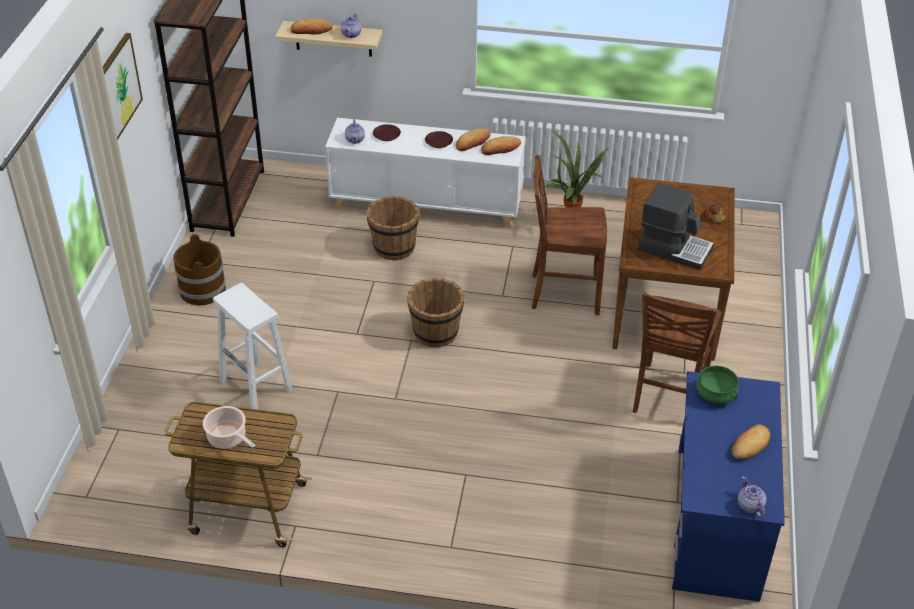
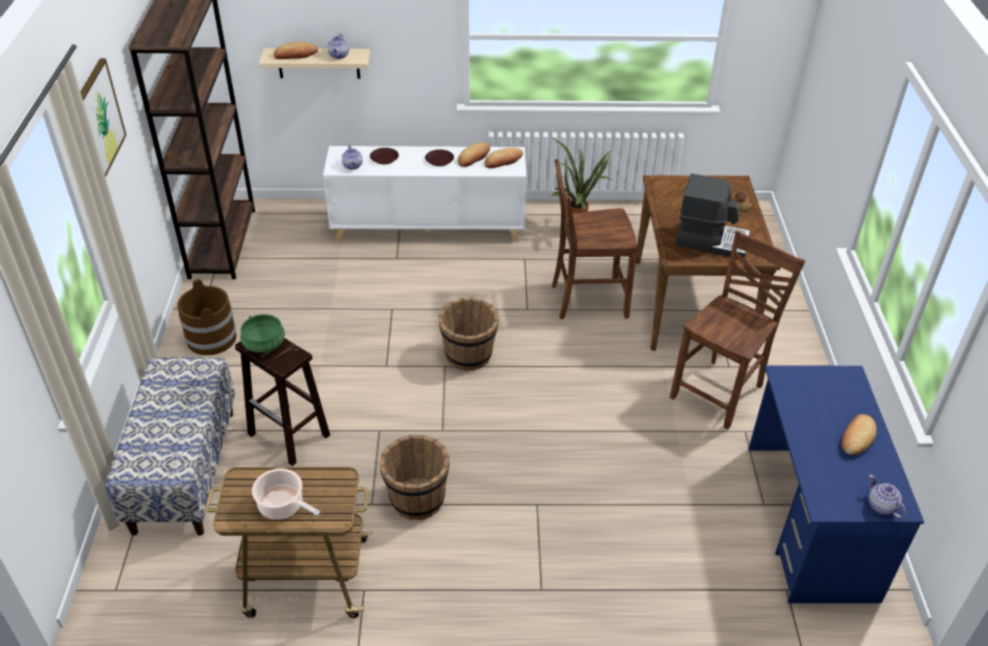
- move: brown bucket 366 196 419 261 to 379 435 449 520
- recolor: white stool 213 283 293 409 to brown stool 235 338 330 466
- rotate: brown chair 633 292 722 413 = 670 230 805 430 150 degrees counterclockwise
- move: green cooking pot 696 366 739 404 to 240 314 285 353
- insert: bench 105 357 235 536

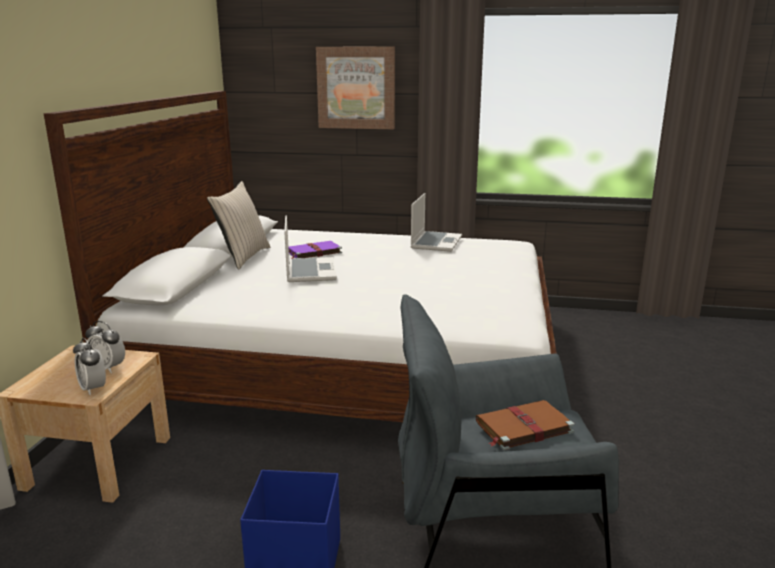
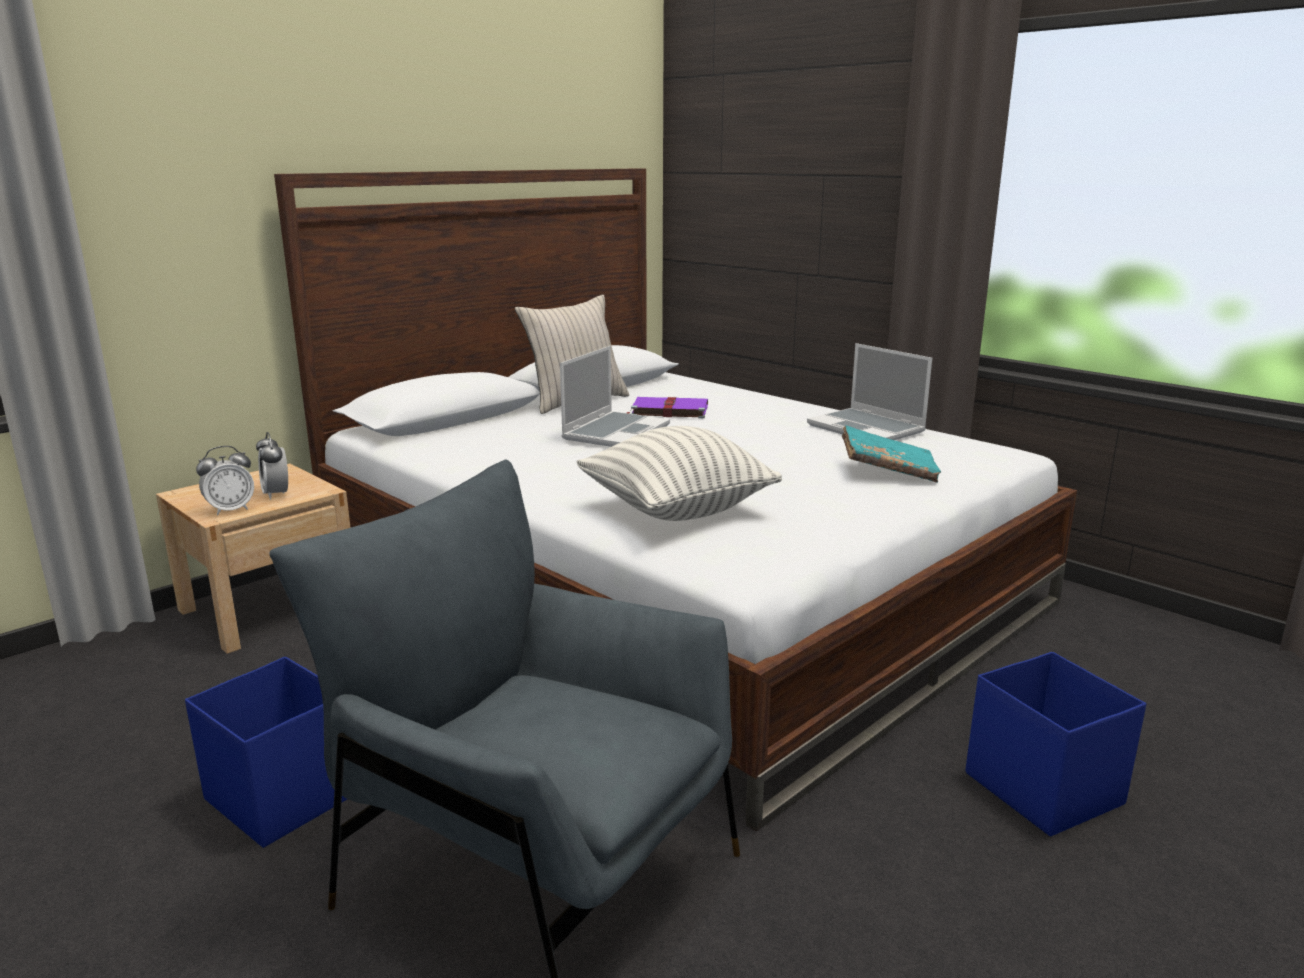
- delete: picture 316 47 395 129
- rotate: laptop 410 193 462 252 = 807 343 932 440 90 degrees clockwise
- rotate: alarm clock 73 338 106 395 = 196 446 254 516 120 degrees counterclockwise
- delete: brown book 476 400 574 450
- insert: turquoise book 842 425 941 483
- insert: pillow 577 426 782 521
- insert: blue storage box 965 652 1146 836

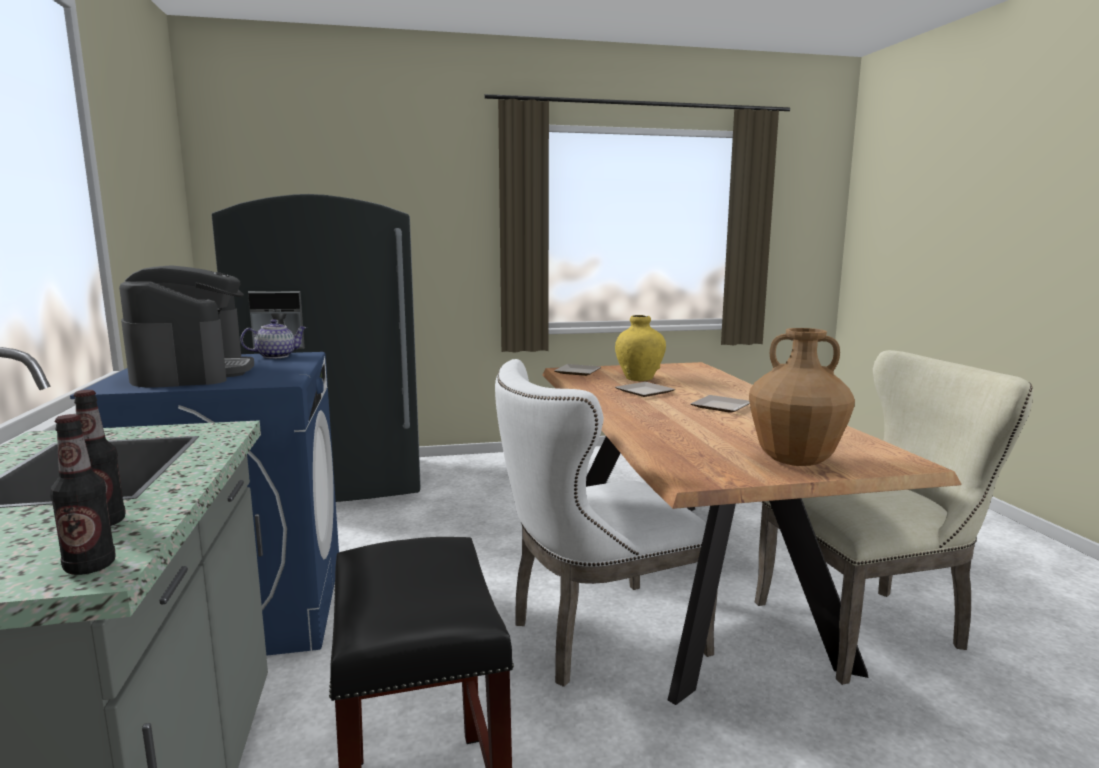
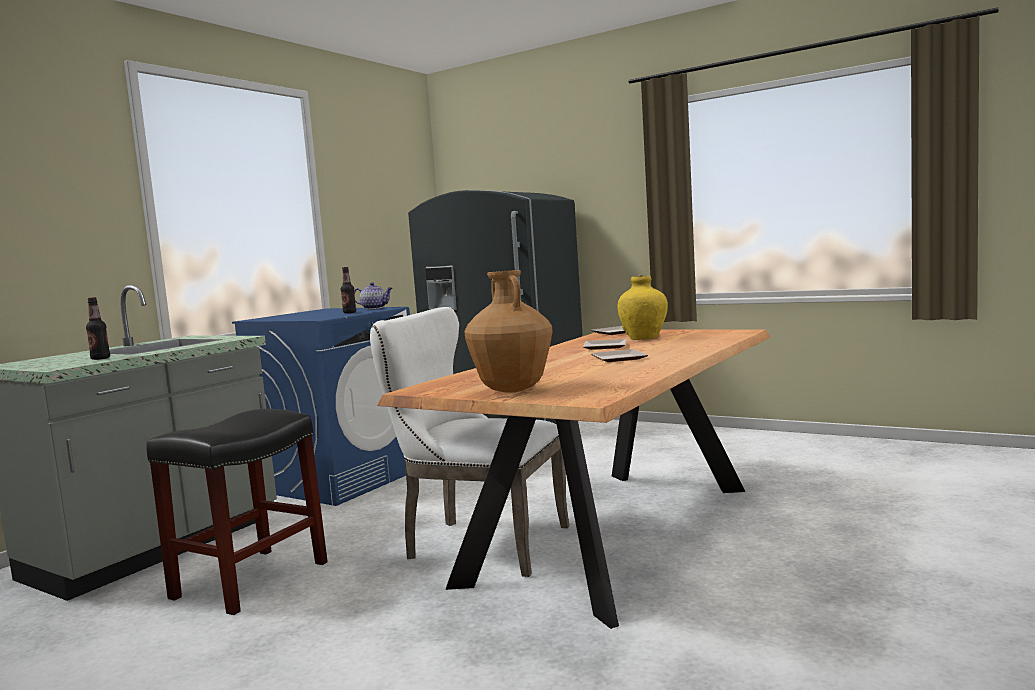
- delete: coffee machine 119 265 254 388
- delete: beige chair 755 350 1033 685
- move: bottle 50 414 115 575 to 341 267 356 314

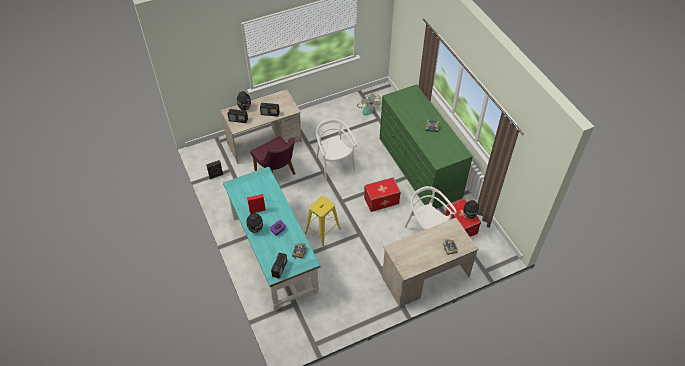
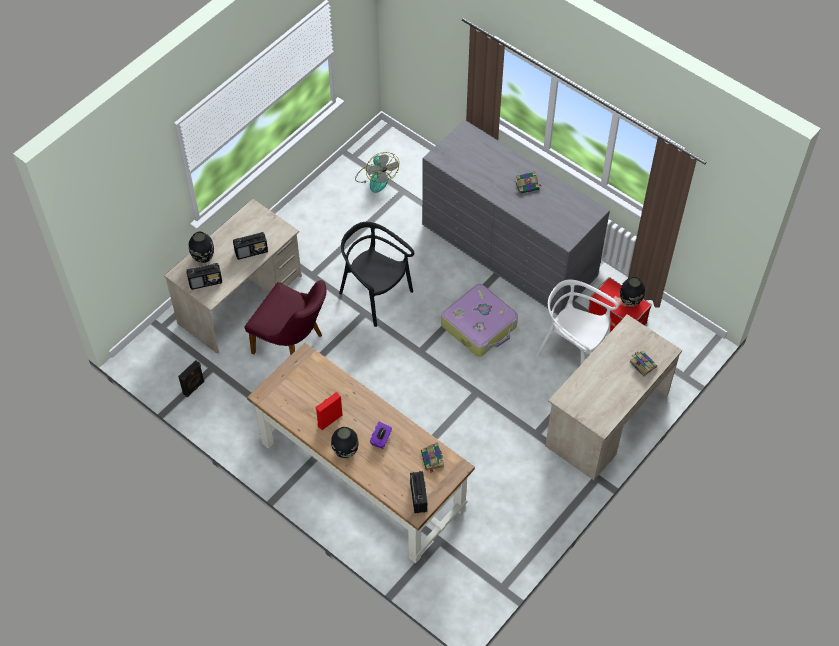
- recolor: green dresser 380 84 473 209 to grey dresser 422 120 610 315
- recolor: white chair 316 118 357 180 to black chair 339 222 414 327
- recolor: turquoise desk 223 167 321 310 to brown desk 247 342 475 563
- replace: storage box 364 178 401 212 to suitcase 441 284 518 357
- delete: yellow stool 305 196 341 246

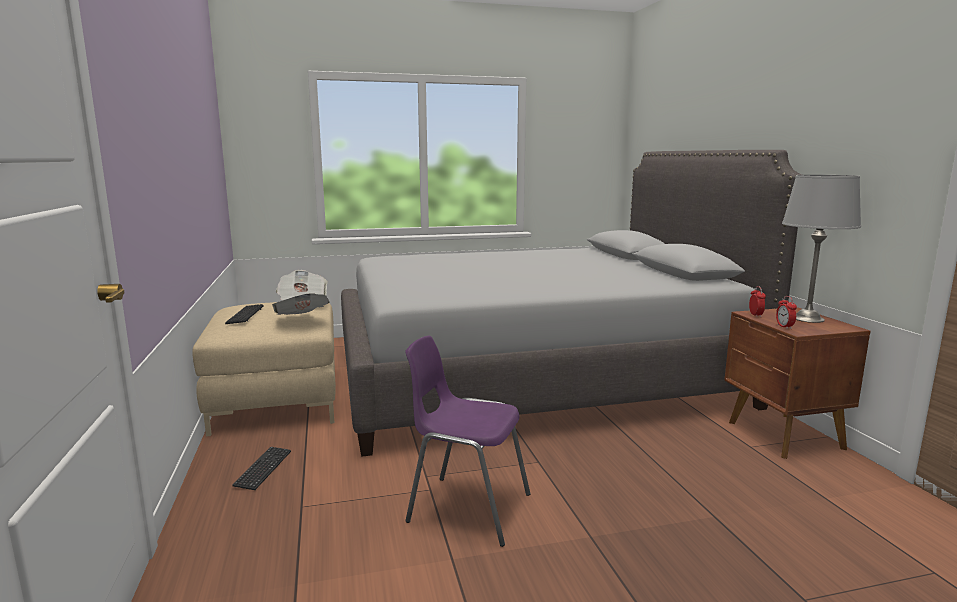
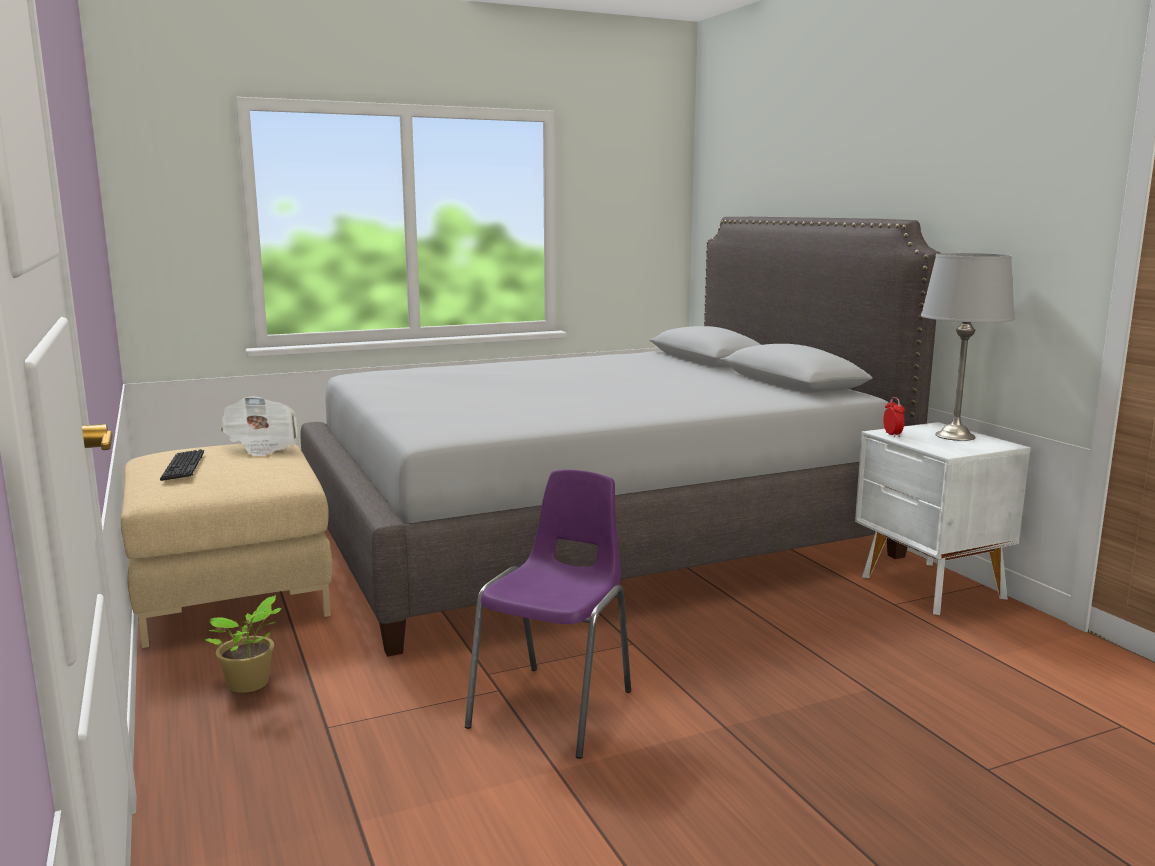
- delete: newspaper 272 293 330 315
- delete: alarm clock 776 296 797 329
- recolor: brown nightstand 725 307 870 459 to white nightstand 855 422 1030 615
- rotate: purple chair 405 336 531 547 = 465 469 631 759 105 degrees clockwise
- replace: keyboard 232 447 291 490 to potted plant 205 595 282 693

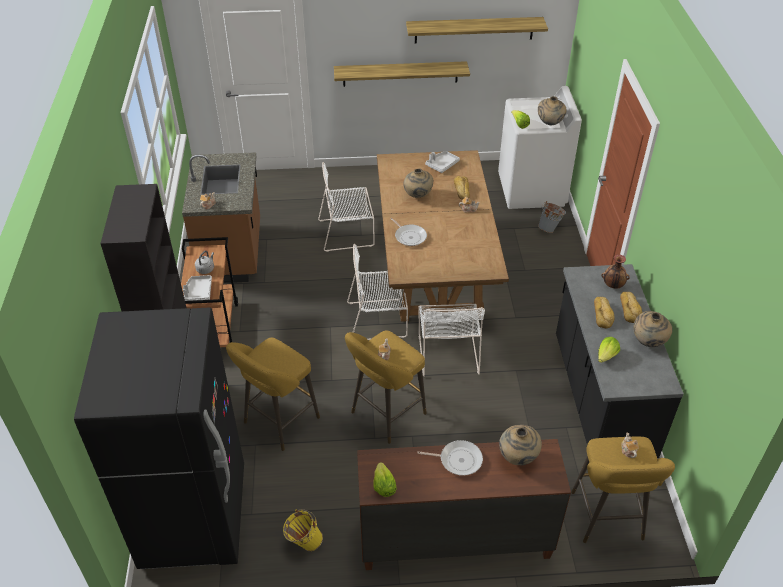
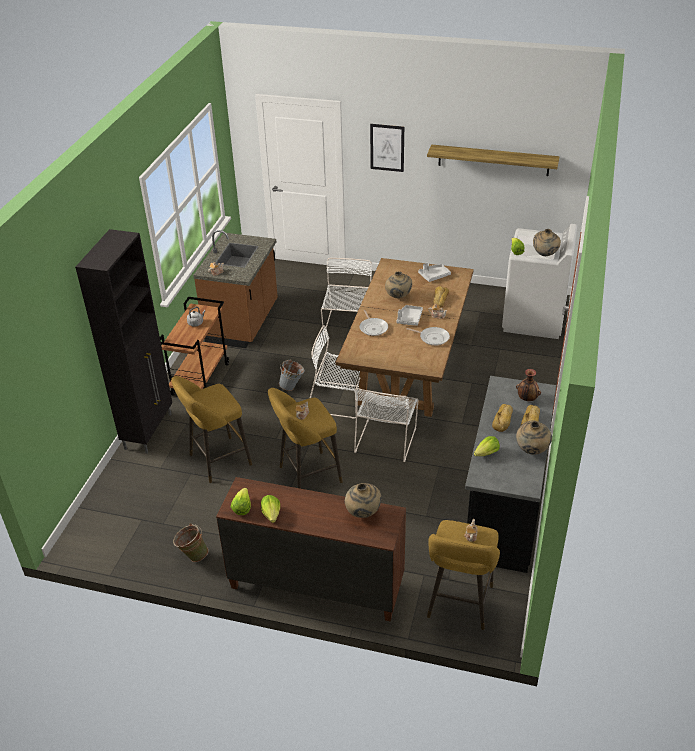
- delete: shelf 334 61 470 87
- rotate: white chair 318 162 375 252 = 321 258 372 335 90 degrees clockwise
- move: grey bucket 538 201 566 233 to 279 359 305 391
- move: grey tray 183 275 212 301 to 396 305 423 326
- delete: black fridge 74 307 244 569
- move: frying pan 417 440 483 476 to 406 327 450 346
- recolor: yellow bucket 283 509 323 551 to green bucket 173 523 208 562
- insert: picture 370 124 404 172
- insert: lettuce 261 495 280 523

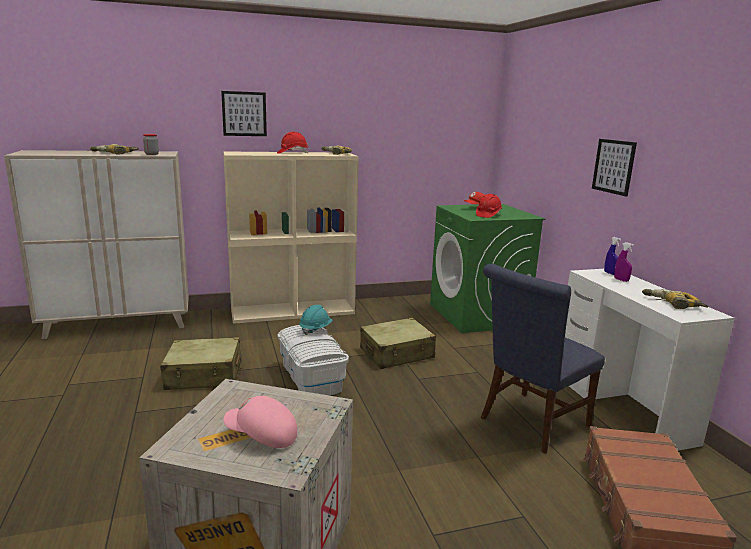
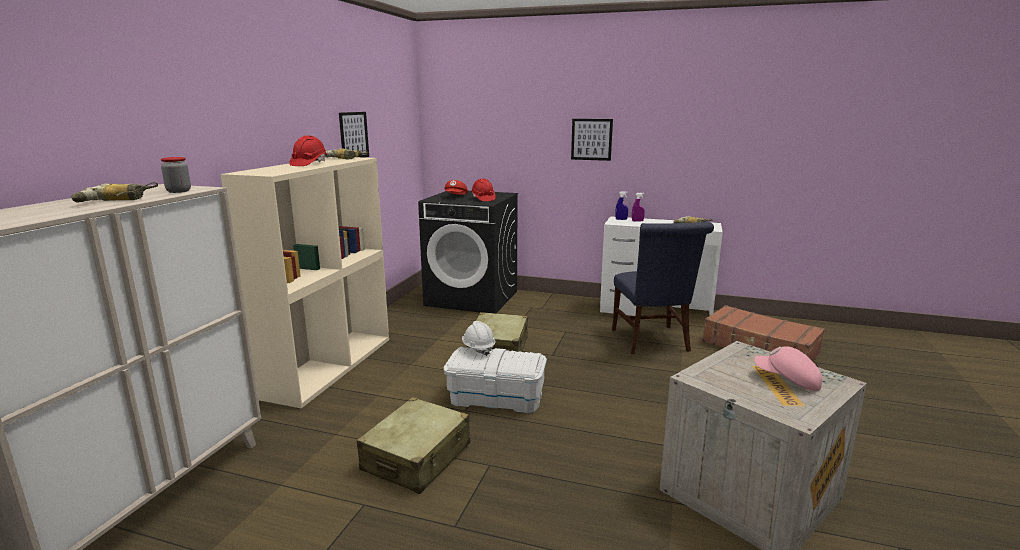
- move: picture 221 91 267 136 to 339 112 369 158
- recolor: green washing machine 430 204 545 333 to black washing machine 418 191 518 313
- recolor: turquoise hard hat 299 305 333 335 to white hard hat 462 321 495 356
- rotate: pink cap 223 396 297 448 = 754 346 822 391 75 degrees clockwise

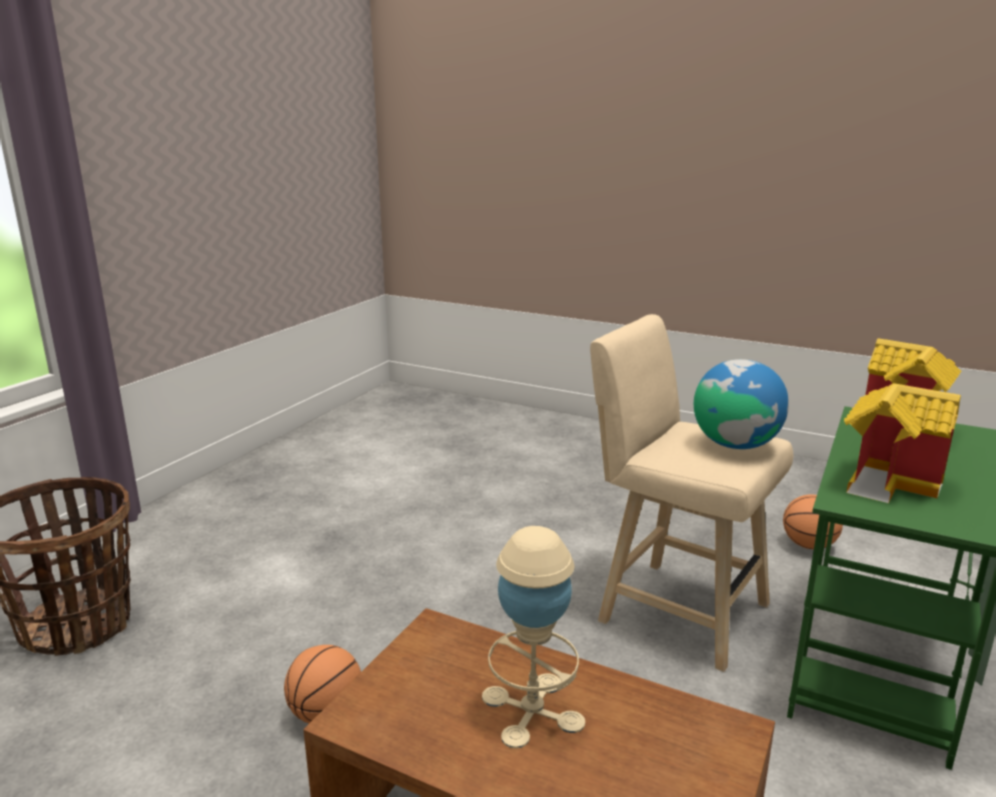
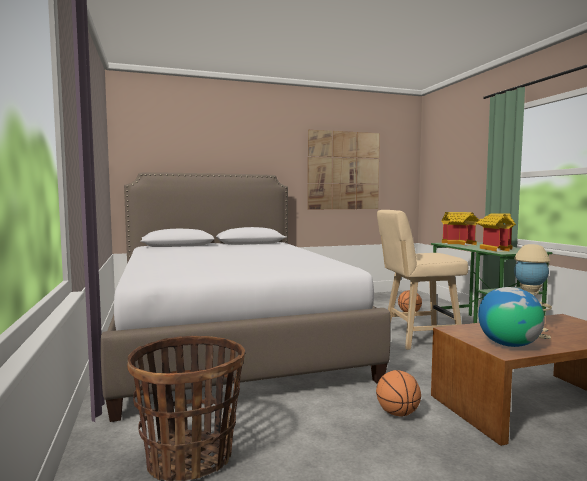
- move: globe 694 359 789 449 to 478 287 545 347
- insert: picture 308 130 380 210
- insert: bed 101 172 391 422

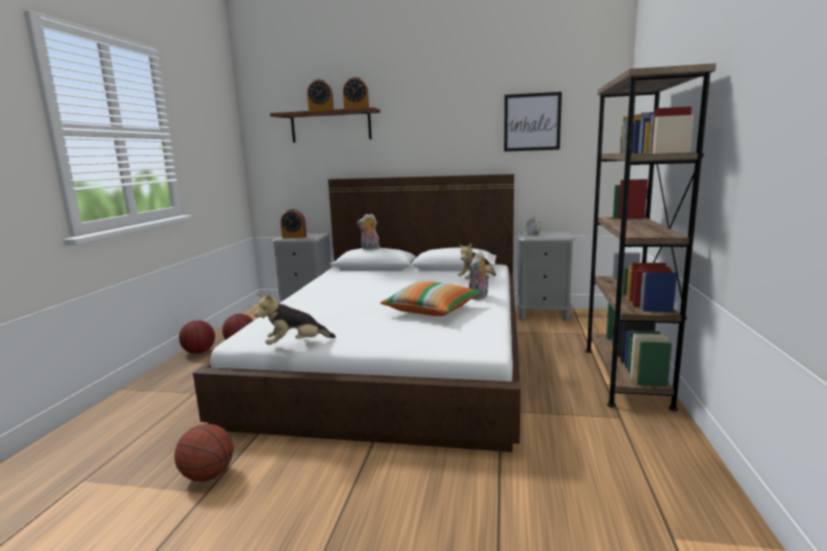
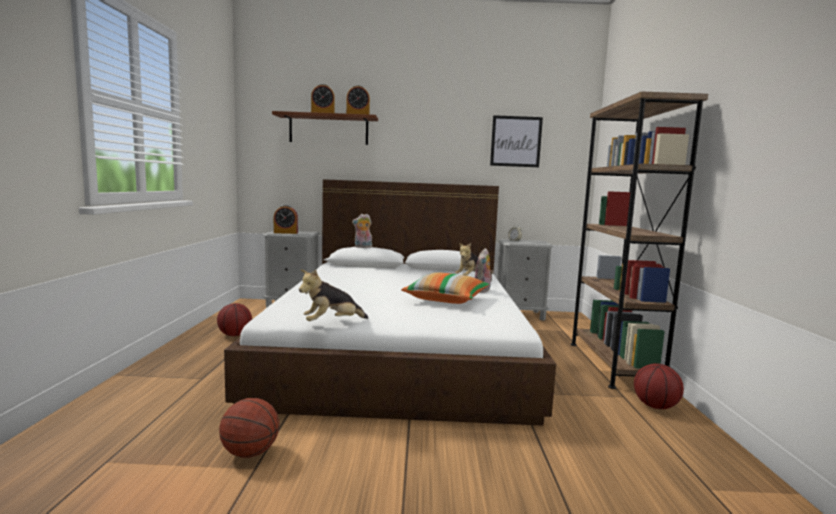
- move: basketball 179 320 215 354 to 634 363 684 409

